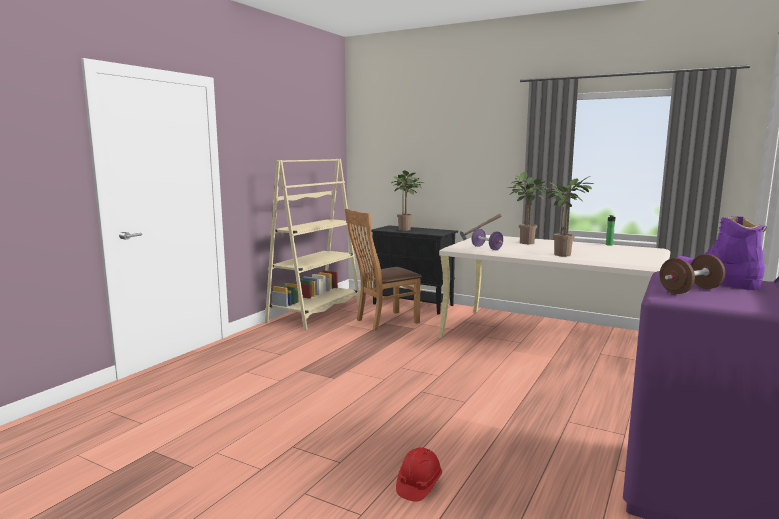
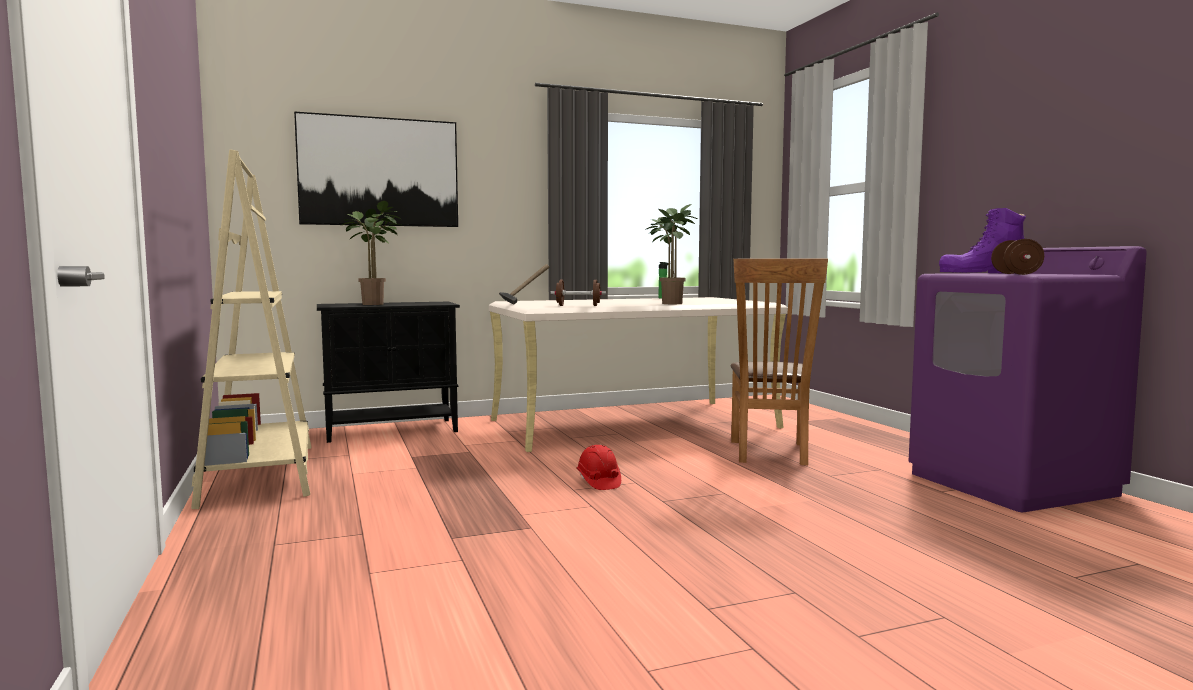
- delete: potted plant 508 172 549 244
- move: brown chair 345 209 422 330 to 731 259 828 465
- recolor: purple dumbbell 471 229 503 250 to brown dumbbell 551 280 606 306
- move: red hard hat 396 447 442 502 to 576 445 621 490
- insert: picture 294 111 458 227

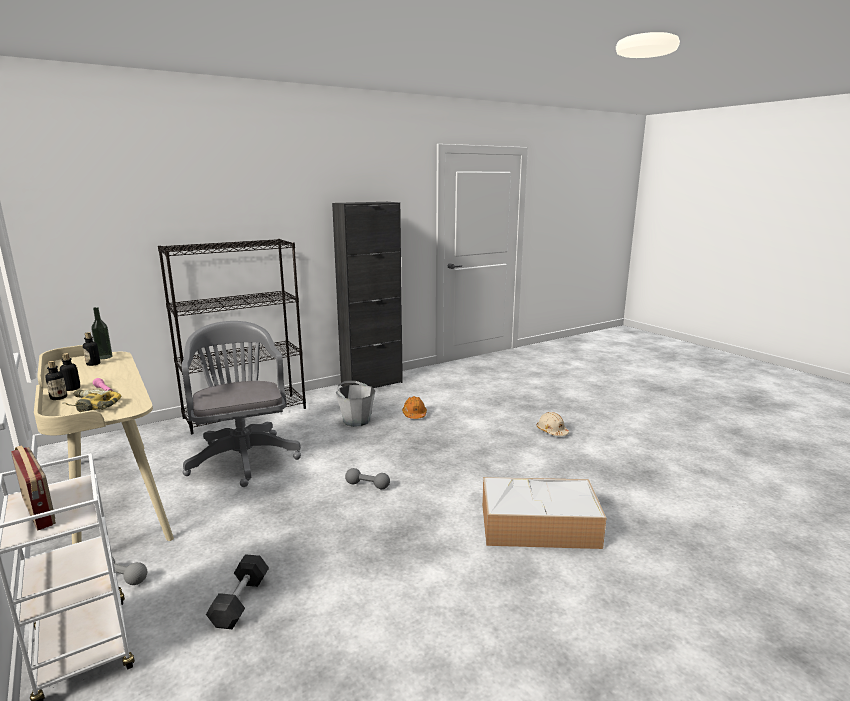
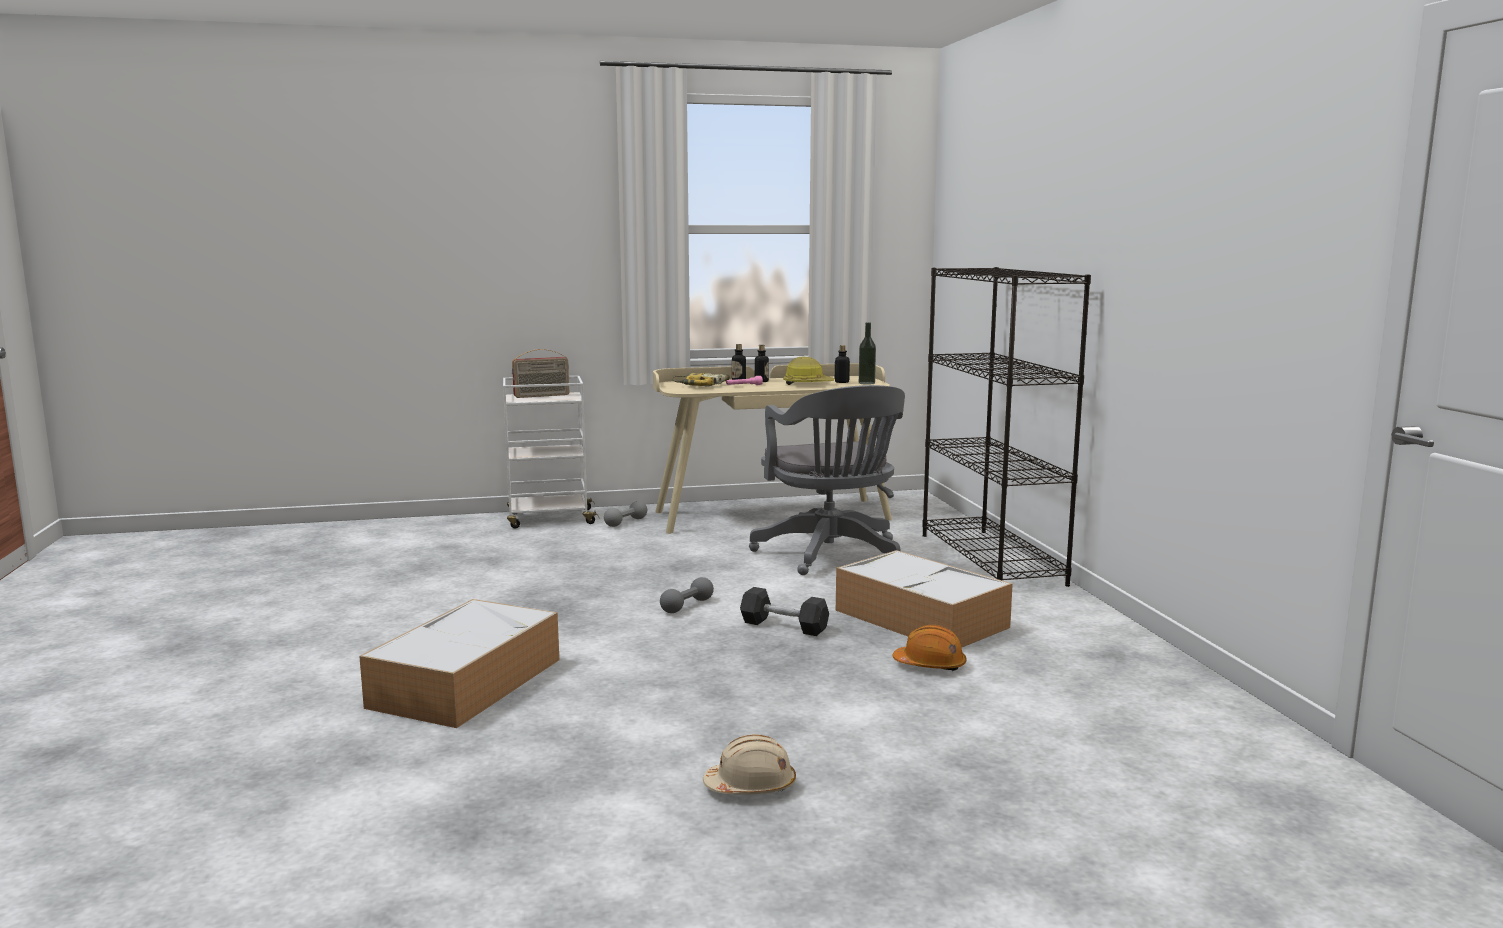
- delete: black cabinet 332 202 403 388
- rotate: grey office chair 182 321 301 487 = 749 385 905 575 75 degrees clockwise
- replace: grey bucket 336 381 376 427 to storage box 836 550 1013 648
- move: grey dumbbell 206 554 269 630 to 740 587 829 636
- insert: hard hat 783 357 835 385

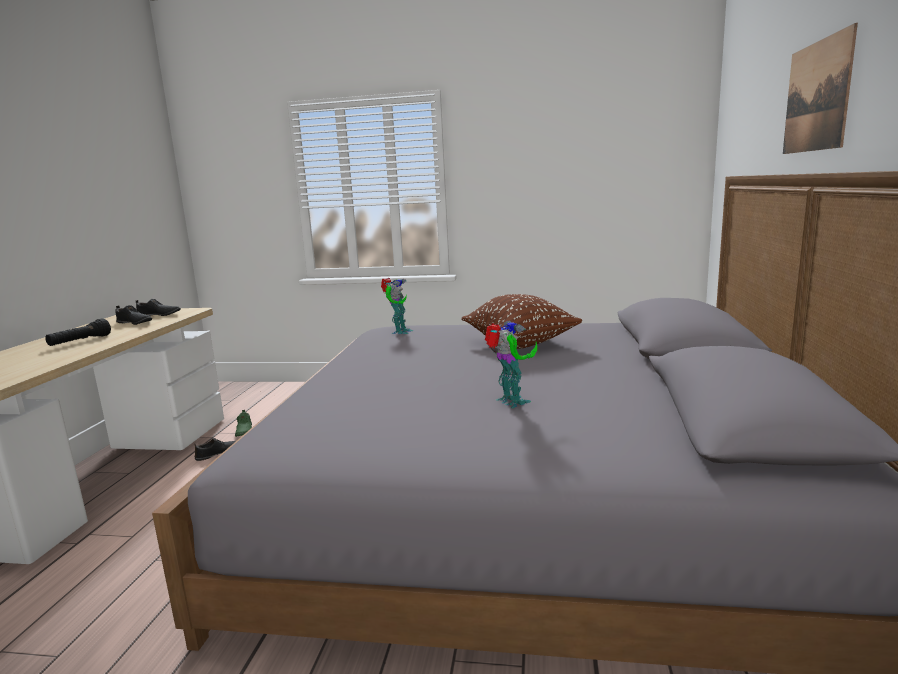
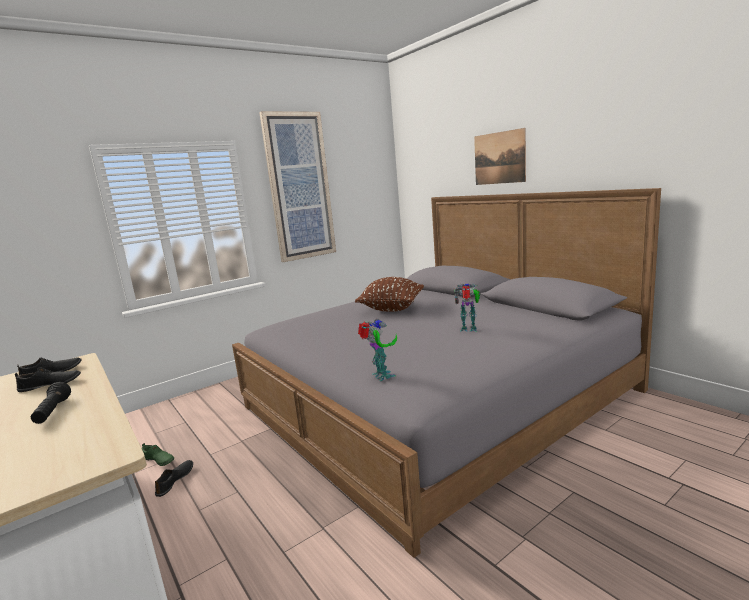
- move: toy robot 381 278 413 334 to 358 319 397 381
- insert: picture 259 111 336 262

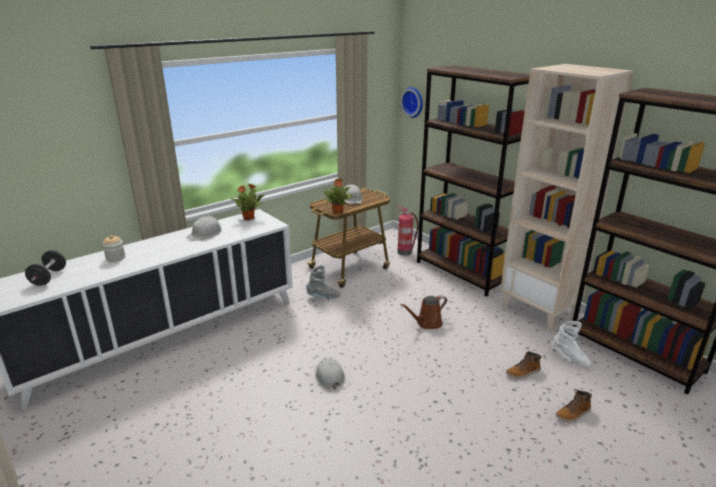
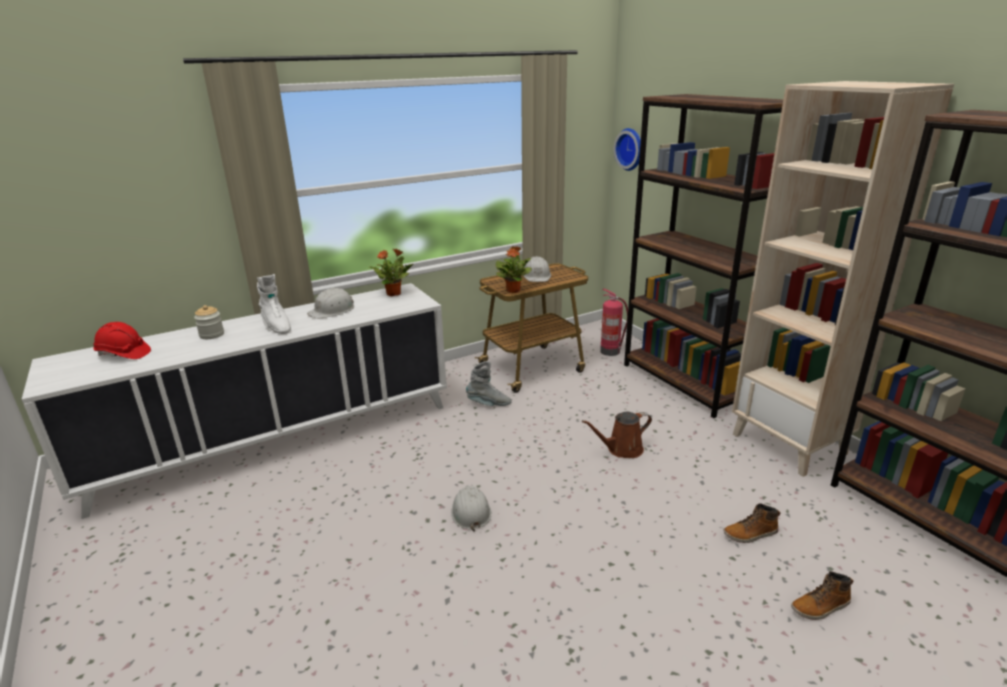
- replace: black dumbbell 25 250 66 286 to red hard hat 93 322 151 359
- move: white boot 552 321 592 367 to 257 274 291 334

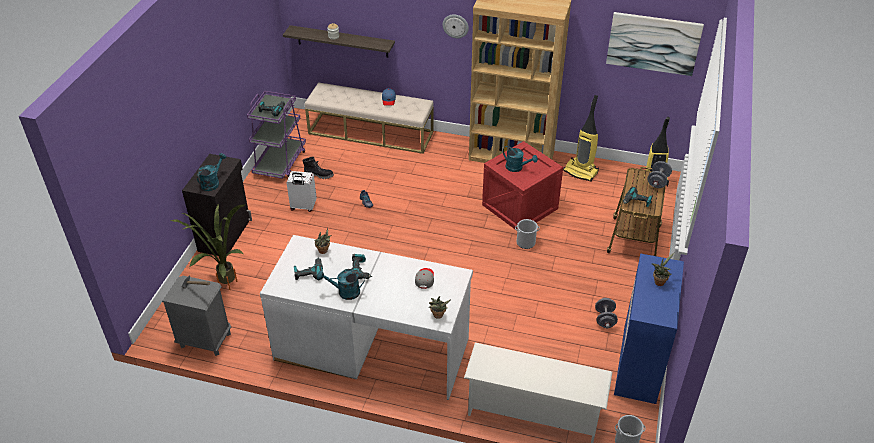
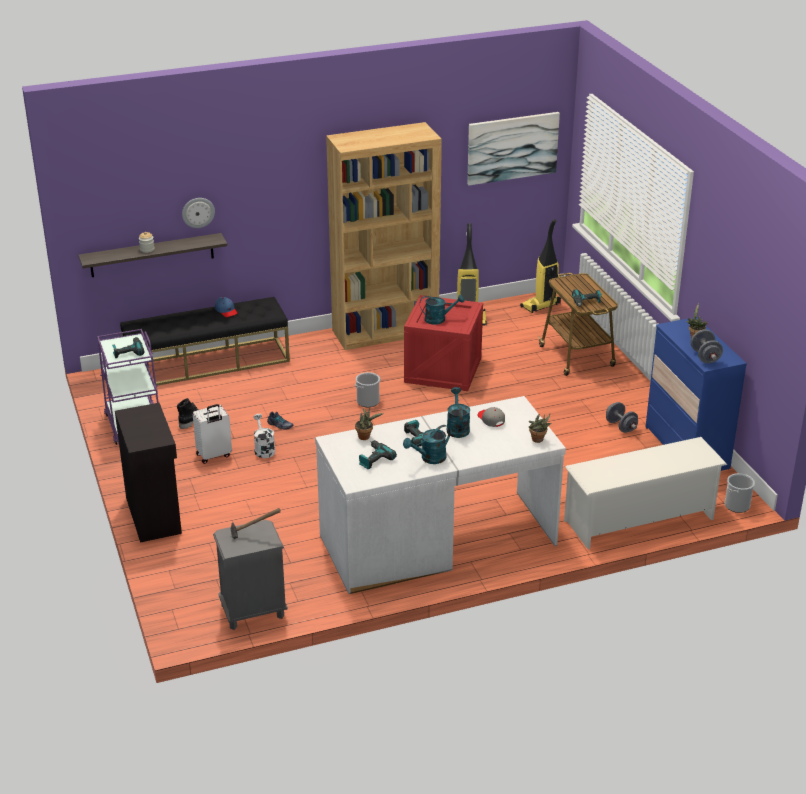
- move: wall clock 442 14 469 38 to 182 198 215 228
- recolor: beige bench 305 82 434 154 to black bench 120 297 290 385
- move: turquoise watering can 197 153 226 191 to 447 387 470 438
- move: grey dumbbell 647 161 672 188 to 691 330 723 363
- delete: potted plant 170 203 246 290
- move: bucket 515 219 540 249 to 355 372 381 407
- insert: white watering can 253 414 275 458

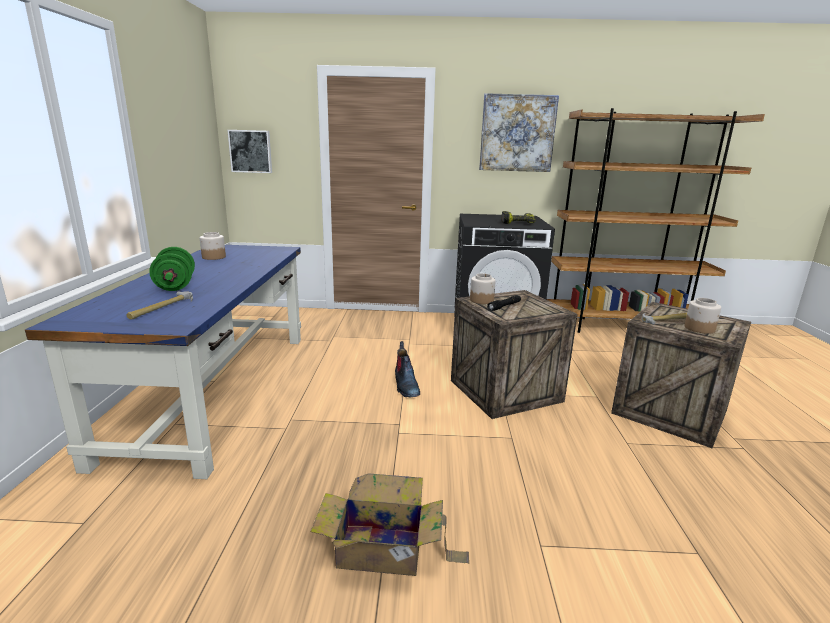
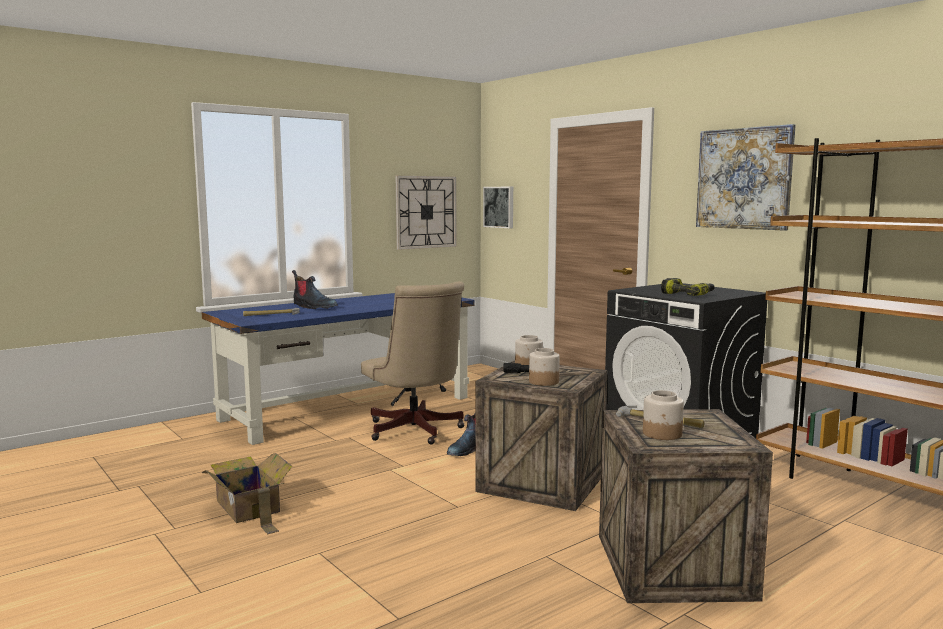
- move: jar 200 232 226 260 to 529 348 560 386
- replace: green dumbbell 149 247 195 291 to boot 292 270 338 309
- insert: wall clock 396 176 457 250
- insert: beige office chair 361 281 465 445

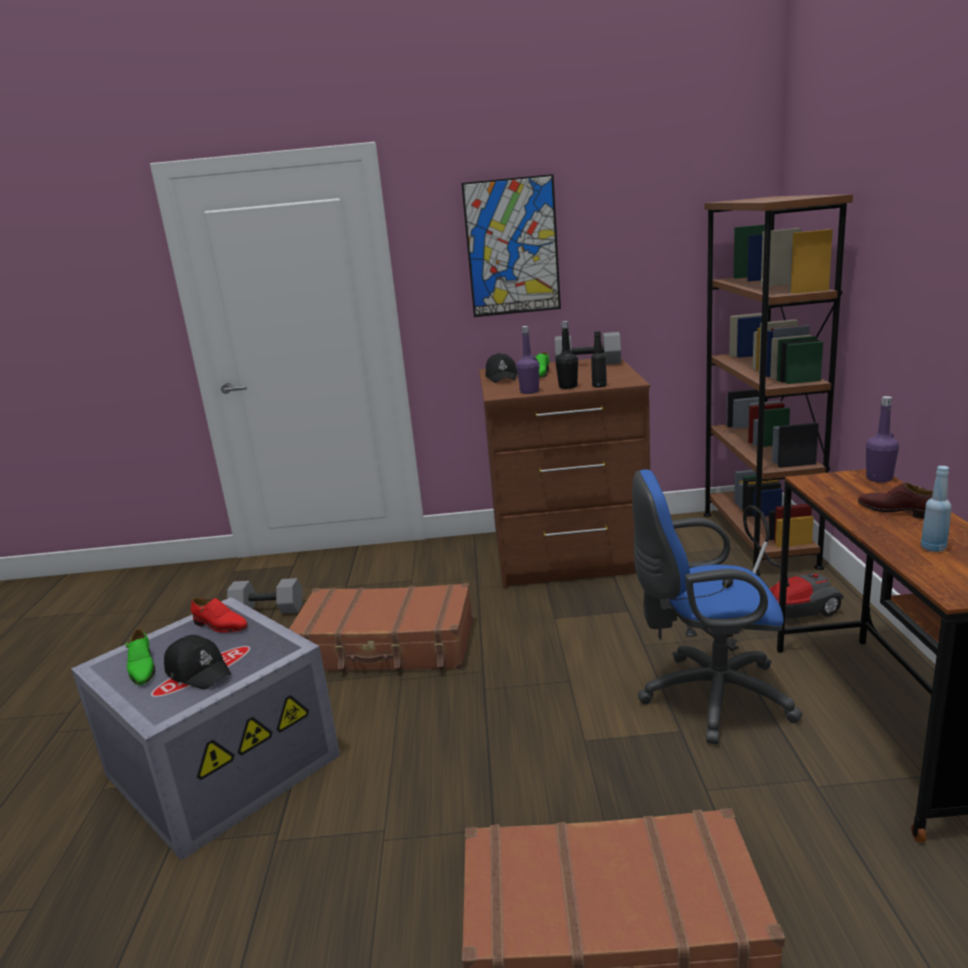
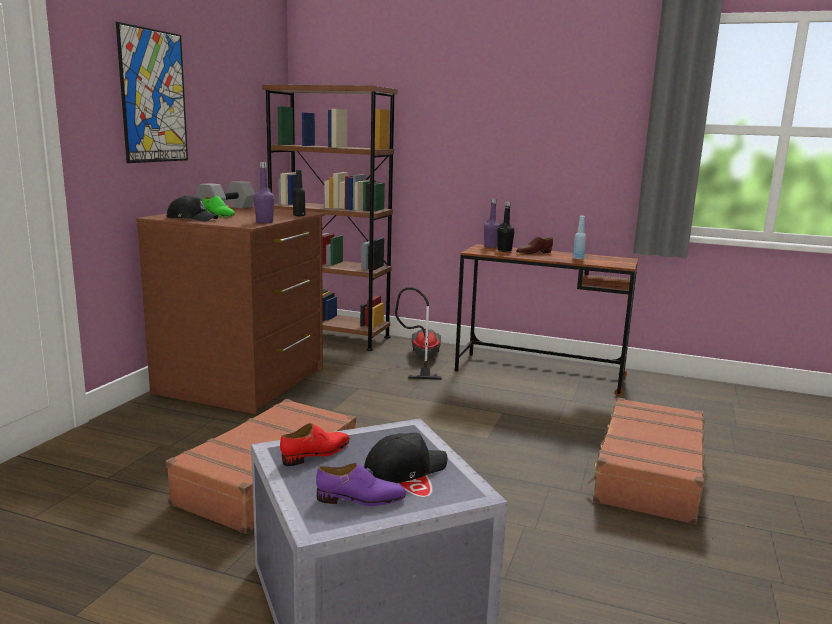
- move: black bottle 555 321 578 389 to 497 201 515 252
- delete: blue office chair 632 469 802 744
- delete: grey dumbbell 227 578 303 614
- recolor: green shoe 126 628 155 685 to purple shoe 316 463 406 506

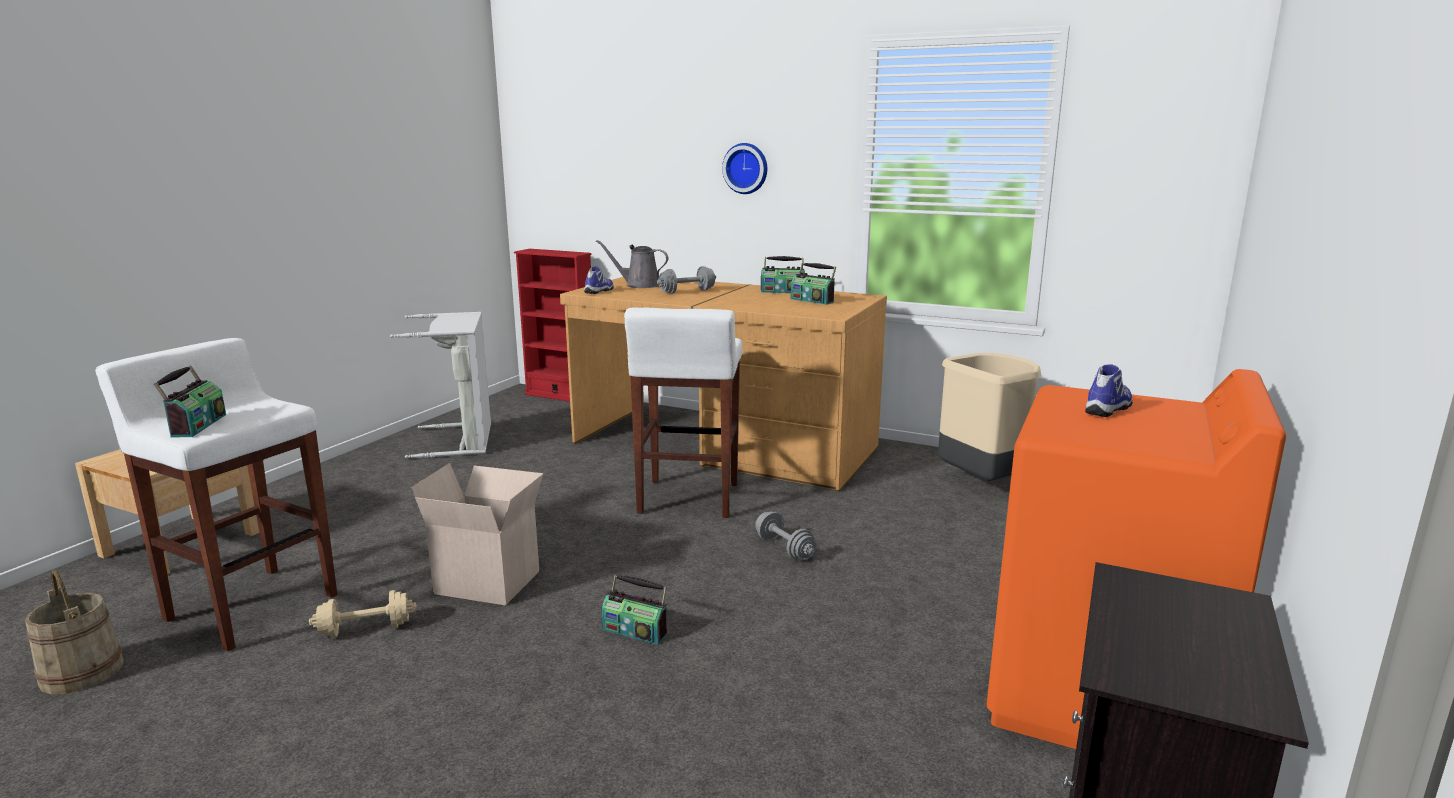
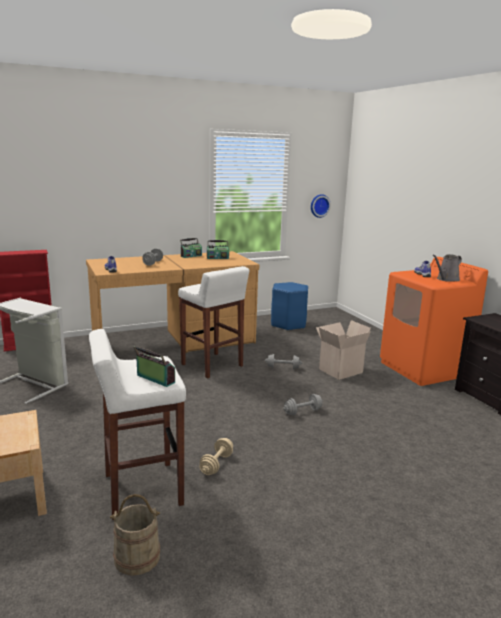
- move: wall clock 722 143 767 194 to 311 194 331 218
- move: grey watering can 596 240 669 288 to 433 254 462 282
- replace: beige trash can 938 353 1042 481 to blue stool 271 282 308 331
- move: cardboard box 411 463 543 605 to 316 320 371 380
- replace: radio 602 575 667 645 to grey dumbbell 283 394 323 415

